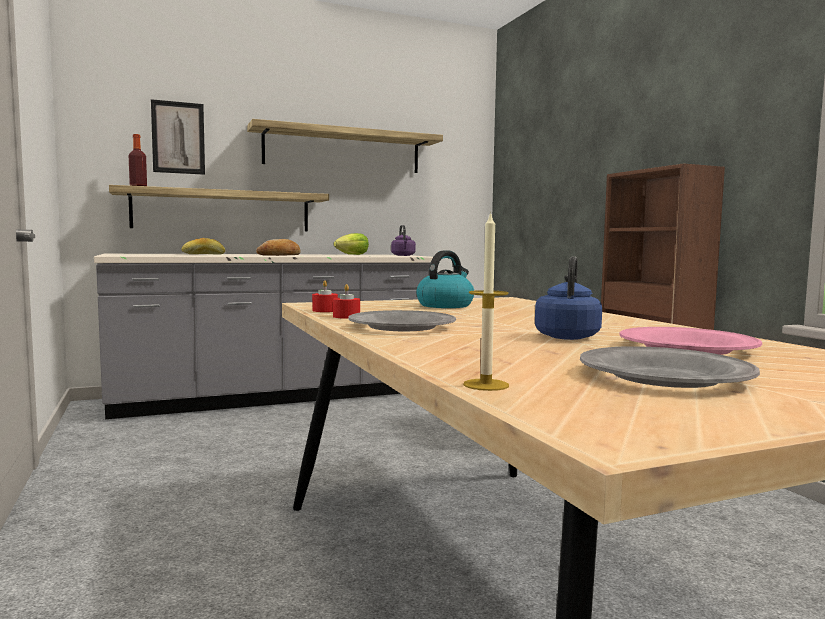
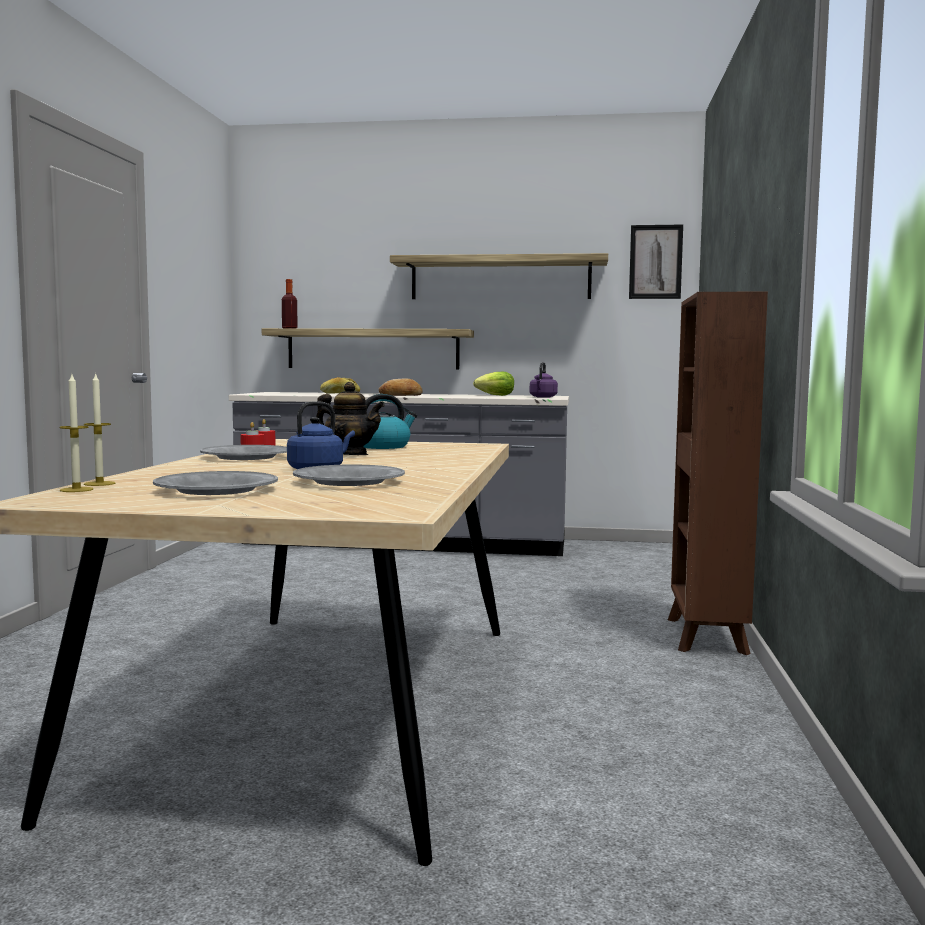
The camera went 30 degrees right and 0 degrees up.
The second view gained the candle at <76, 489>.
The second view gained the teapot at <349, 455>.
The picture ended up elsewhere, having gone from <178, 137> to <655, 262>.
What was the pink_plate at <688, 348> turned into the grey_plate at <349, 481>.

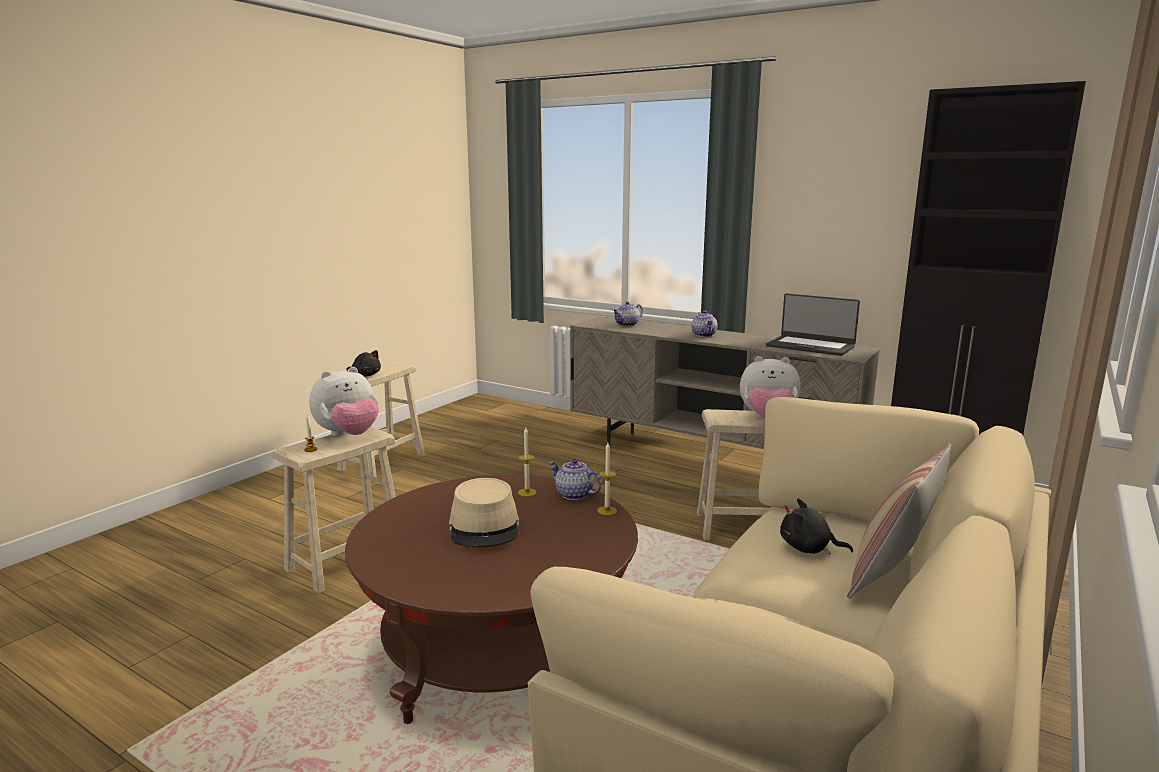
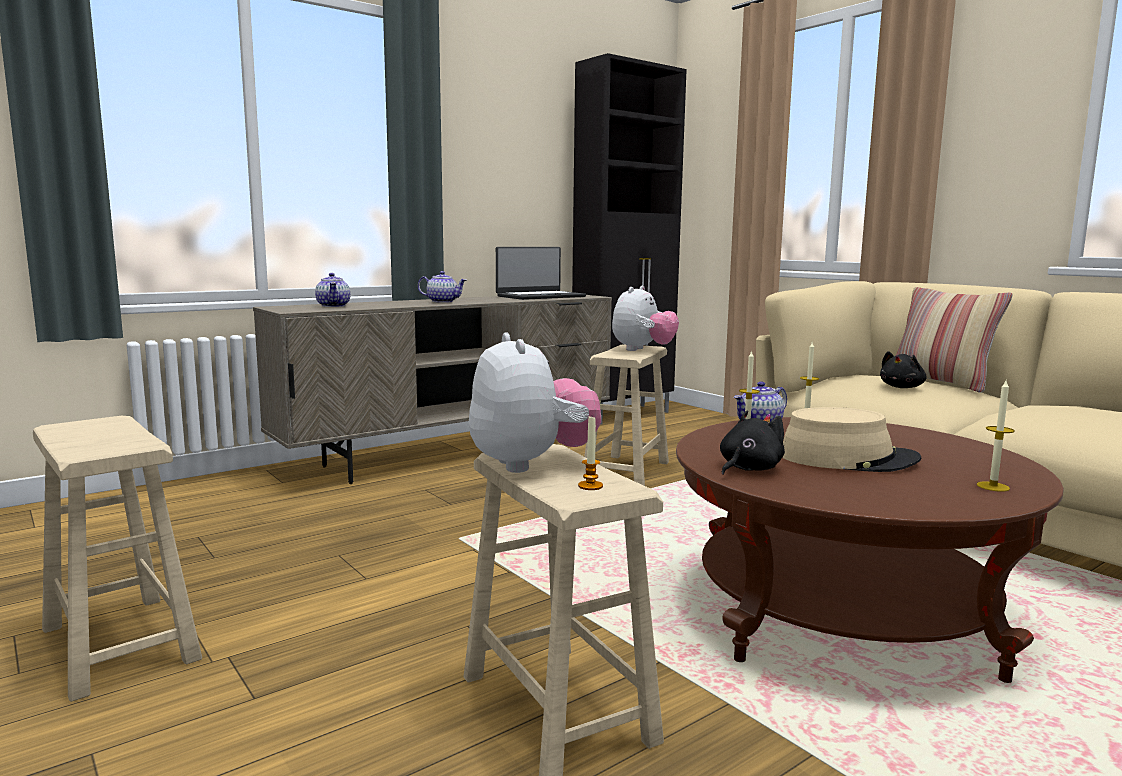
The camera went 70 degrees left and 5 degrees down.
The second view gained the candle at <993, 486>.
The black_plush_toy ended up elsewhere, having gone from <365, 375> to <748, 468>.

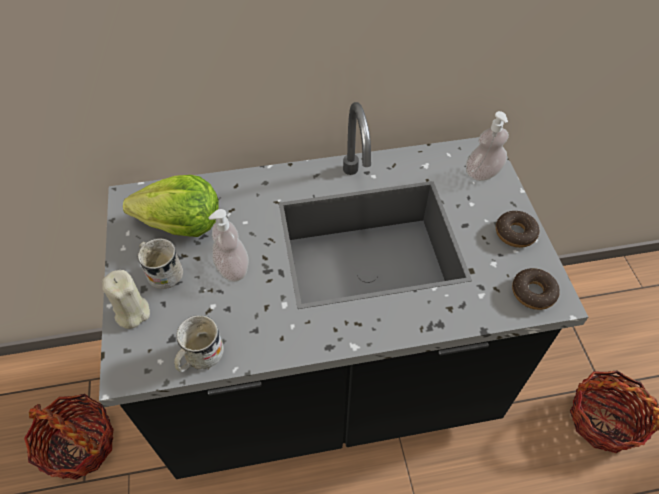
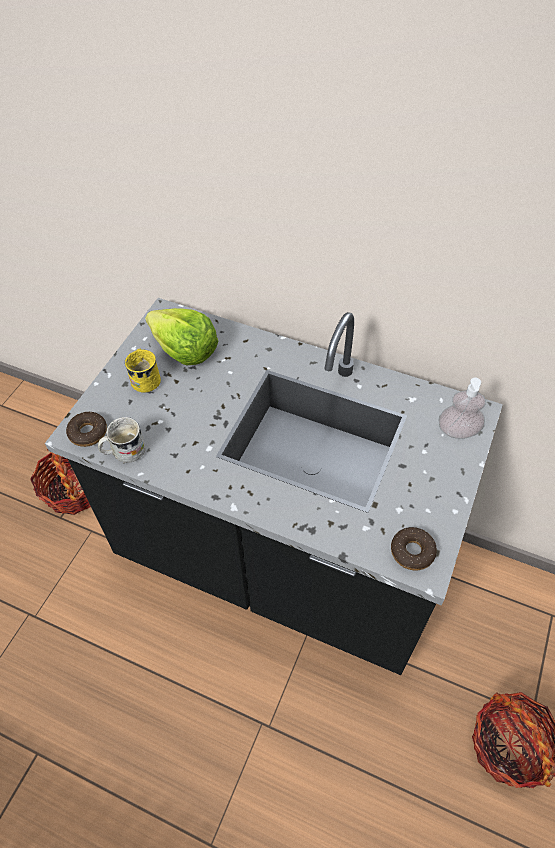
The camera went 35 degrees right and 0 degrees up.
The second view lost the beige_candle at <132, 312>.
The second view lost the soap_dispenser at <232, 268>.
The donut ended up elsewhere, having gone from <515, 233> to <88, 433>.
What was the white_mug at <162, 272> turned into the yellow_mug at <146, 378>.

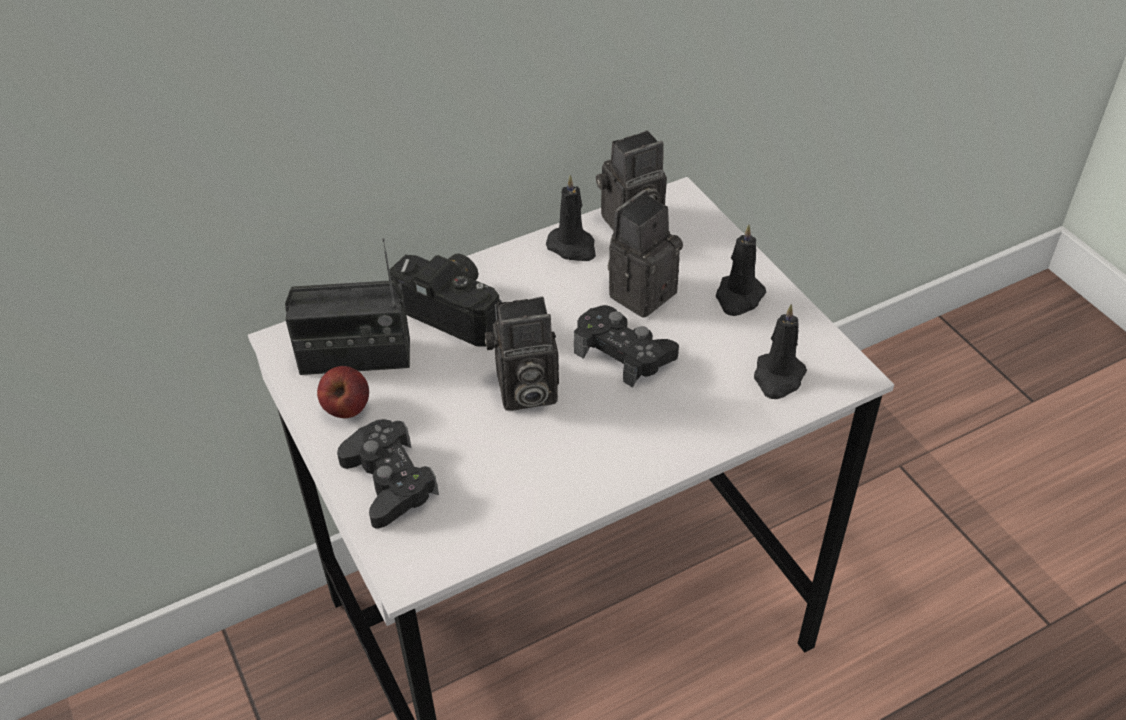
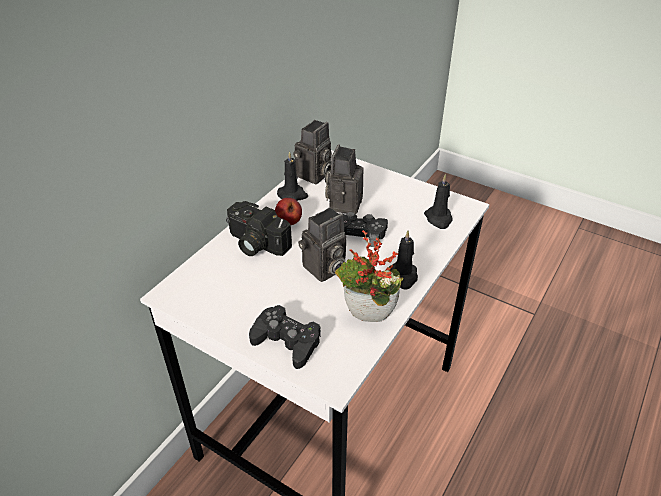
The camera went 30 degrees left and 5 degrees down.
The second view lost the radio at <355, 357>.
The second view gained the potted_plant at <366, 320>.
The apple ended up elsewhere, having gone from <346, 409> to <288, 222>.
The black_candle ended up elsewhere, having gone from <738, 297> to <403, 276>.
The photo_camera at <456, 310> ended up facing another way, 150 degrees counterclockwise from before.

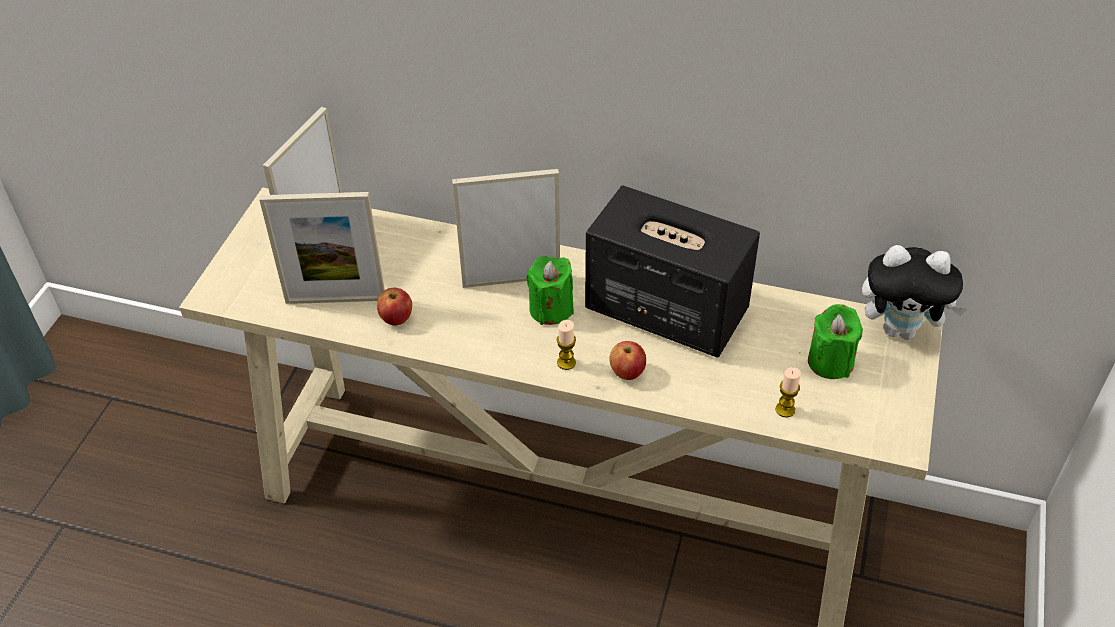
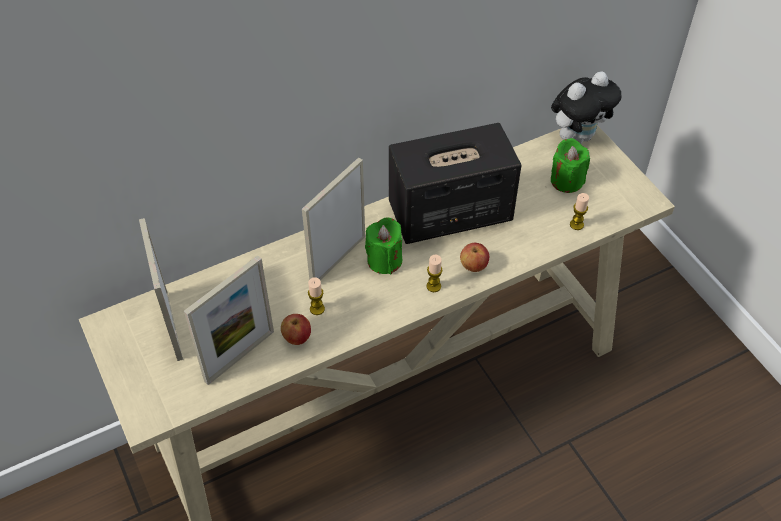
The camera went 45 degrees left and 5 degrees up.
The second view gained the candle at <317, 309>.

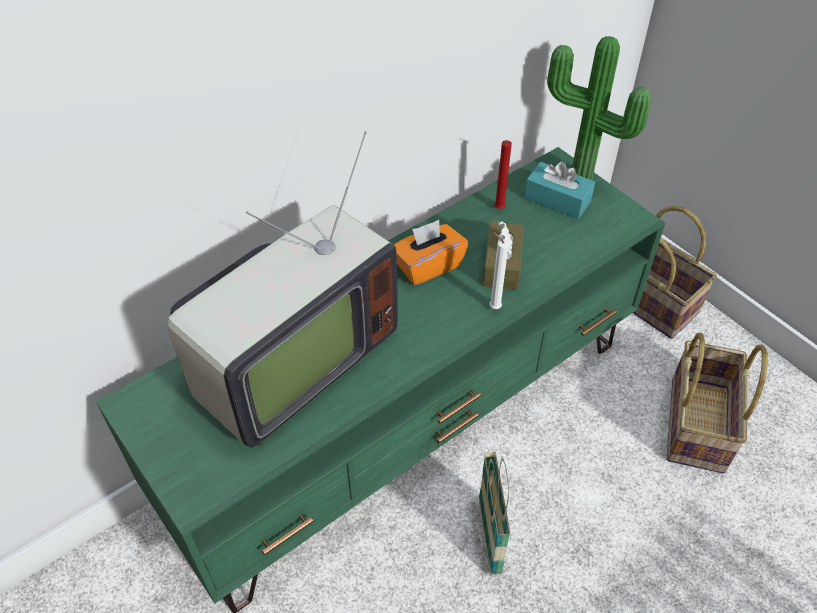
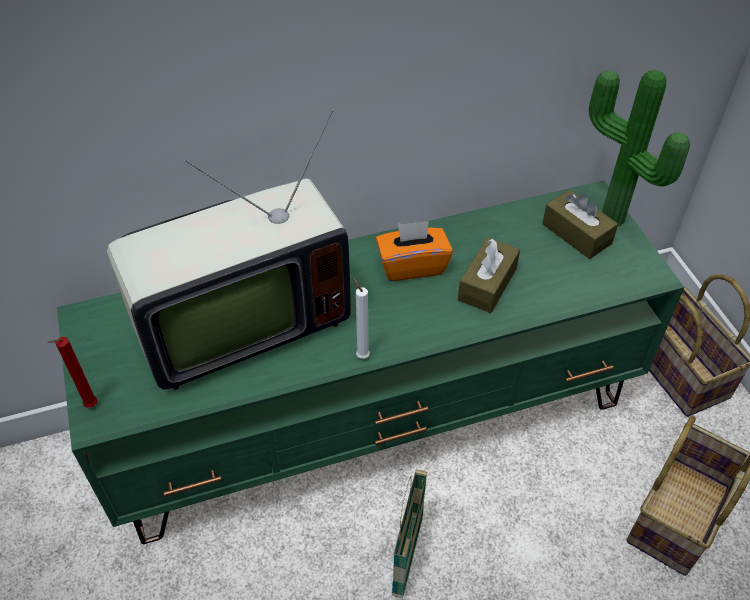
The camera went 20 degrees right and 0 degrees up.
The white_candle ended up elsewhere, having gone from <493, 307> to <361, 355>.
The red_candle ended up elsewhere, having gone from <498, 209> to <89, 406>.
What was the turquoise_tissue_box at <557, 200> turned into the brown_tissue_box at <576, 234>.

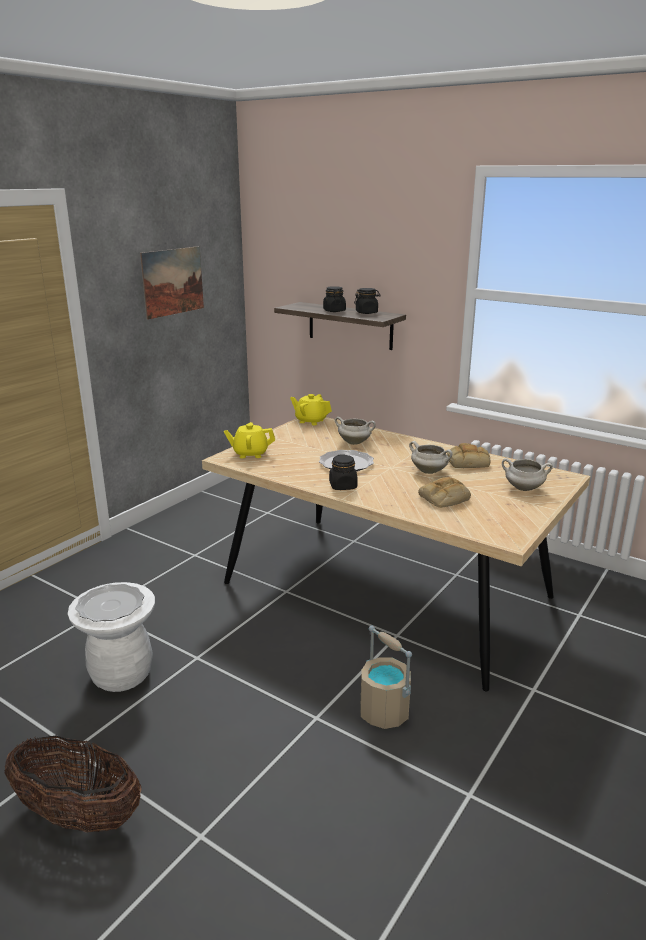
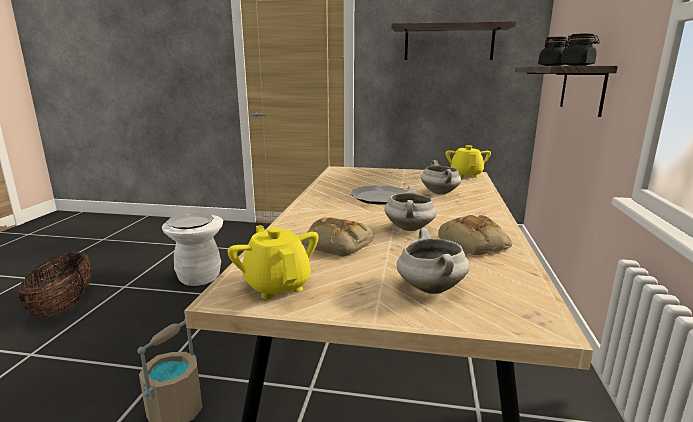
The camera went 65 degrees right and 5 degrees down.
The second view lost the black_jar at <343, 486>.
The yellow_teapot ended up elsewhere, having gone from <250, 454> to <277, 285>.
Where the picture hung at <173, 281>, the shelf came to hang at <449, 43>.

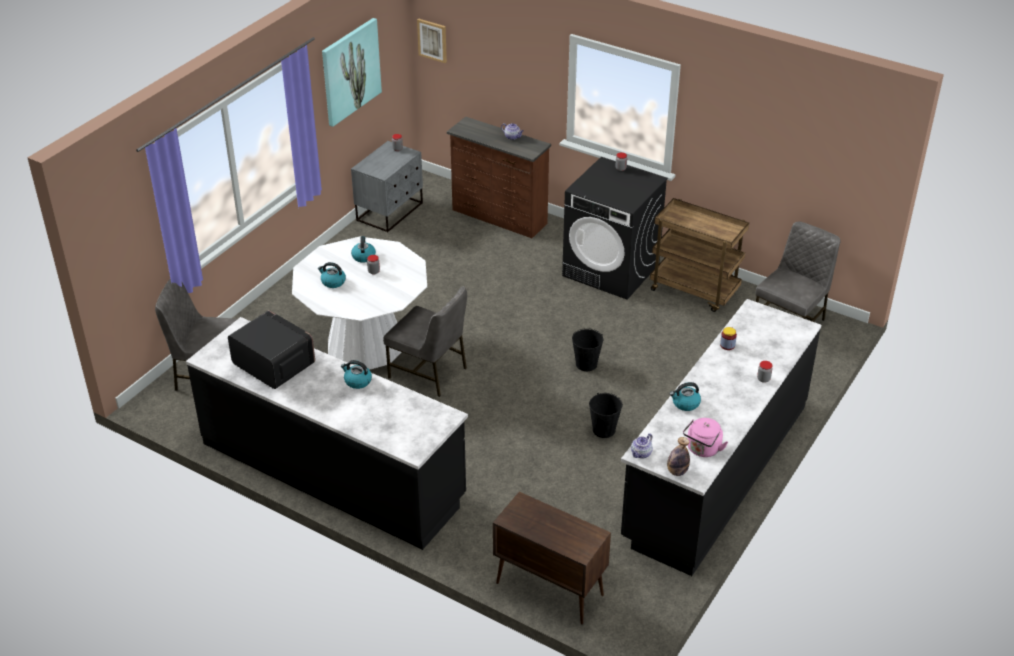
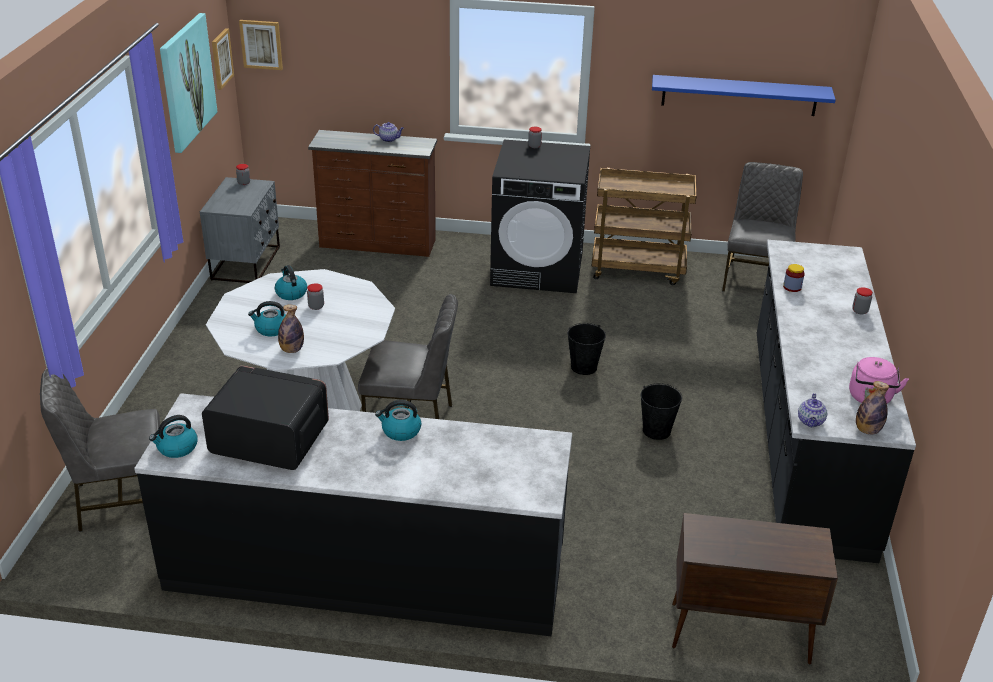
The camera went 25 degrees left and 5 degrees down.
The second view gained the picture at <221, 58>.
The second view gained the bottle at <292, 350>.
The second view gained the blue_shelf at <739, 95>.
The kettle ended up elsewhere, having gone from <685, 403> to <177, 448>.

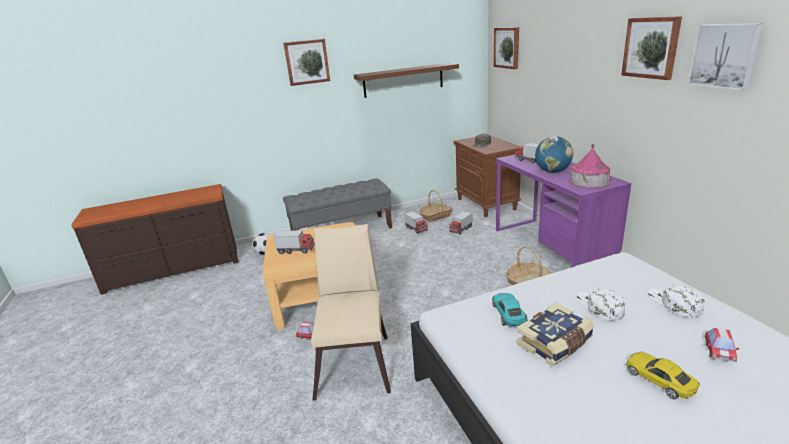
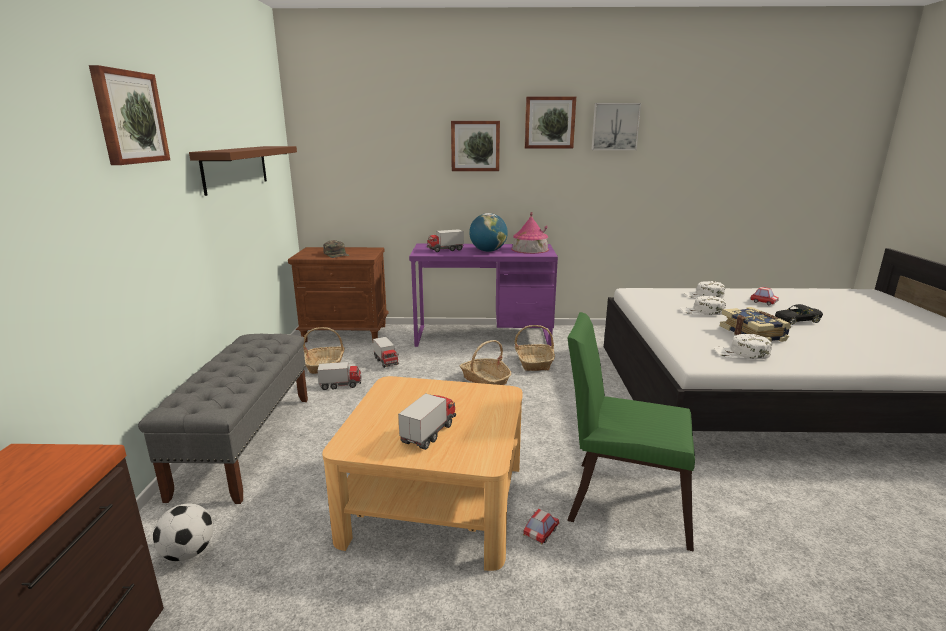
The camera went 70 degrees left and 5 degrees down.
The second view lost the turquoise_toy_car at <508, 314>.
The second view gained the basket at <485, 380>.
The second view gained the white_cap at <741, 353>.
The picture ended up elsewhere, having gone from <507, 47> to <475, 146>.
What was the beige_chair at <355, 361> turned into the green_chair at <621, 499>.
What was the yellow_toy_car at <659, 380> turned into the black_toy_car at <797, 320>.

